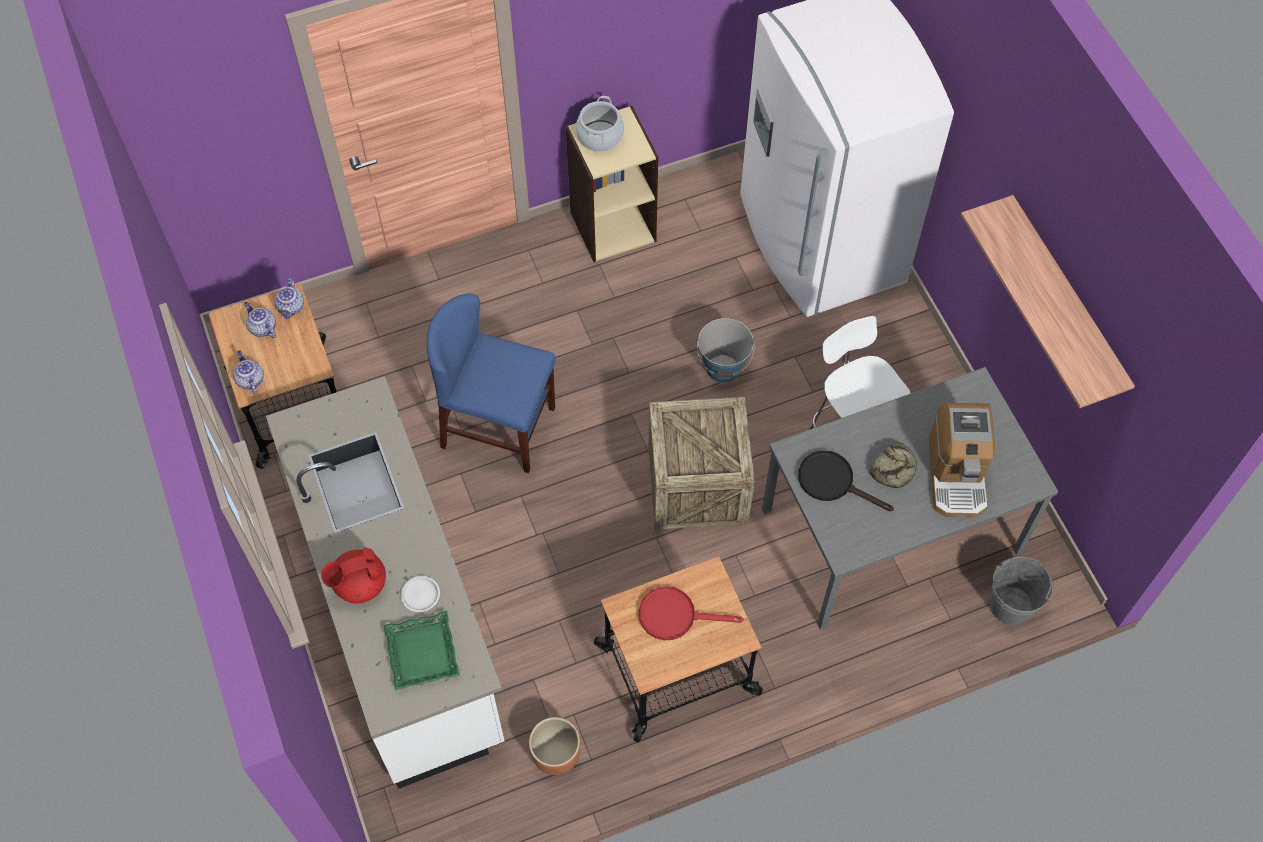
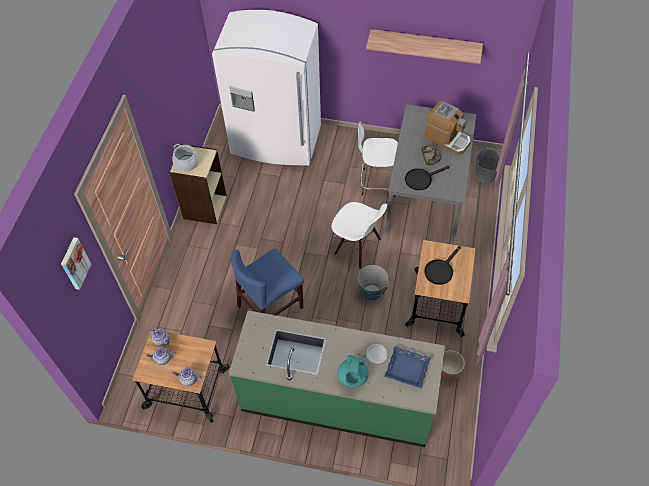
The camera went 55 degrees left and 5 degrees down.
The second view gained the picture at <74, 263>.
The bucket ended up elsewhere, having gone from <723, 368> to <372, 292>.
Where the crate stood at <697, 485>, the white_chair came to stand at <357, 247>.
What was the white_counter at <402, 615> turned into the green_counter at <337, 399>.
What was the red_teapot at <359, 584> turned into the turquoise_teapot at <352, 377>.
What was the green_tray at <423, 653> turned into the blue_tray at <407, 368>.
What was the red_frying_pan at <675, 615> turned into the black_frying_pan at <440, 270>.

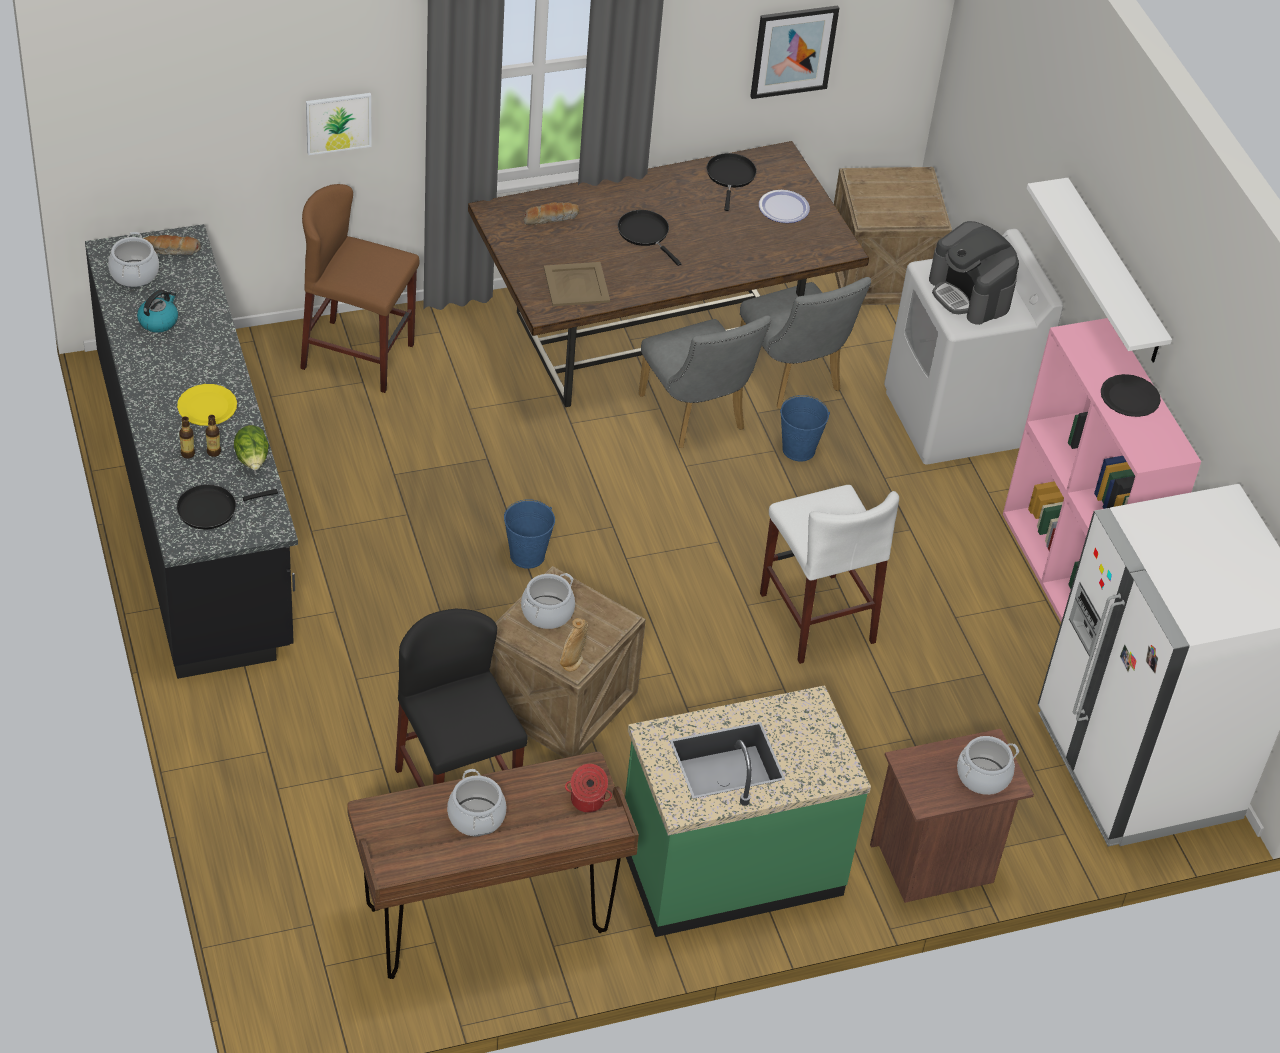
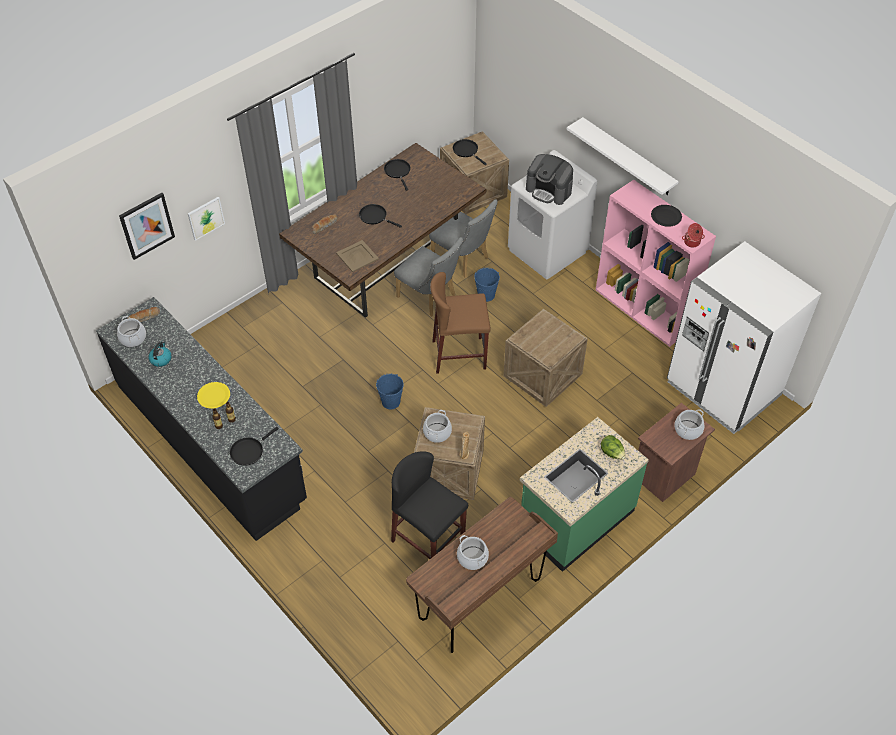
The camera went 20 degrees left and 5 degrees up.
The second view lost the plate at <783, 208>.
The second view gained the black_frying_pan at <466, 151>.
The lettuce ended up elsewhere, having gone from <252, 460> to <612, 453>.
The brown_stool ended up elsewhere, having gone from <358, 356> to <459, 355>.
The cooking_pot ended up elsewhere, having gone from <587, 801> to <692, 242>.
The picture ended up elsewhere, having gone from <793, 51> to <147, 225>.
Where the white_stool stood at <816, 617>, the crate came to stand at <542, 376>.

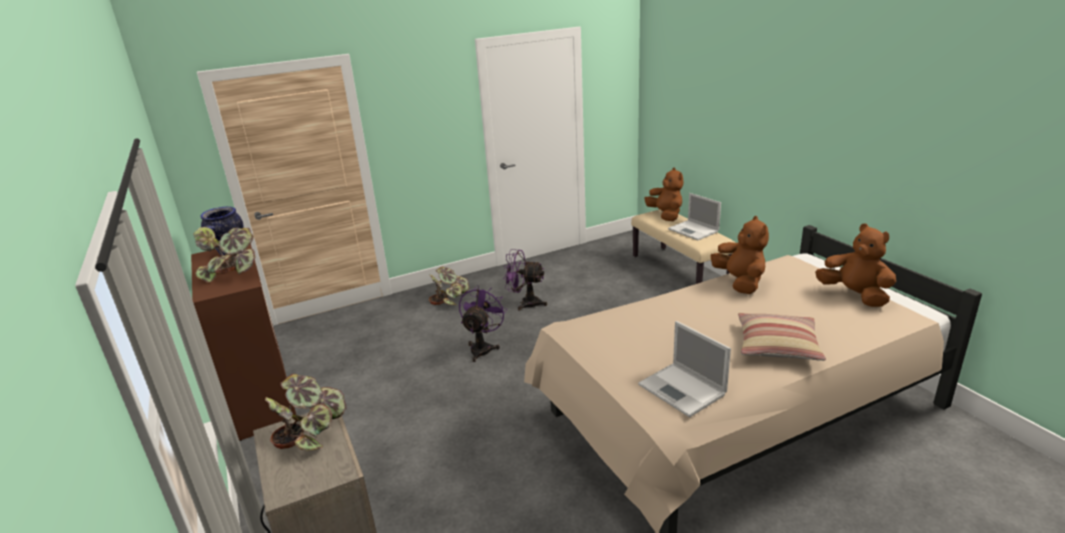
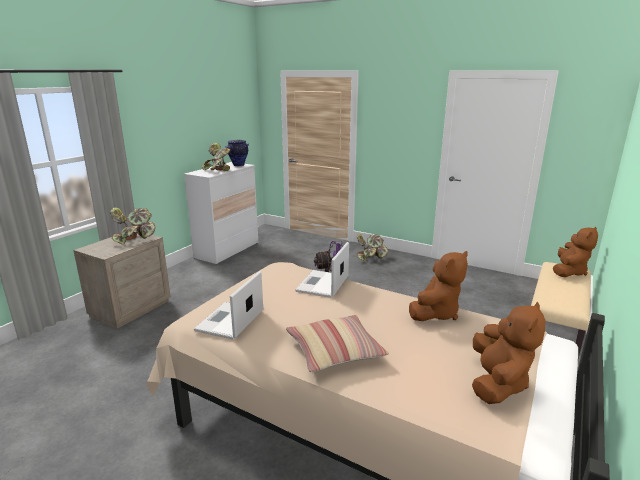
The camera went 55 degrees right and 5 degrees down.
The second view lost the purple_fan at <525, 303>.
The laptop ended up elsewhere, having gone from <694, 230> to <322, 284>.
What was the brown_dresser at <263, 399> turned into the white_dresser at <227, 250>.

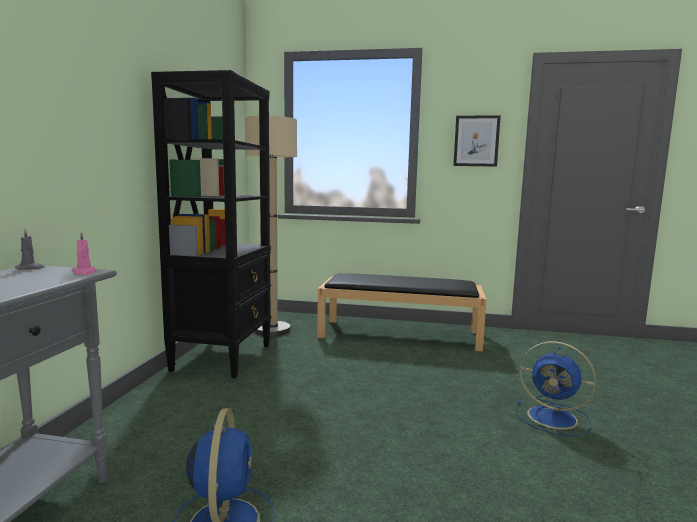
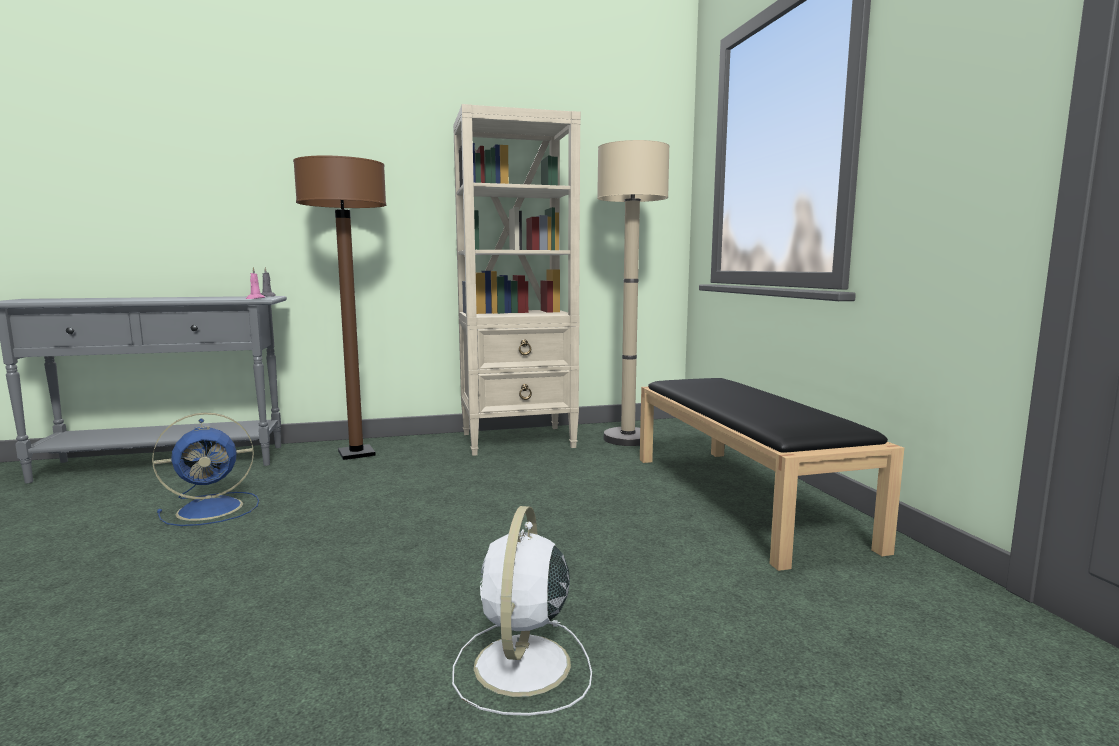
The camera went 65 degrees right and 0 degrees up.
The second view lost the picture at <476, 141>.
The second view gained the brown_floor_lamp at <356, 454>.
What was the black_bookcase at <223, 357> turned into the beige_bookcase at <519, 440>.
What was the blue_fan at <554, 418> turned into the white_fan at <521, 667>.

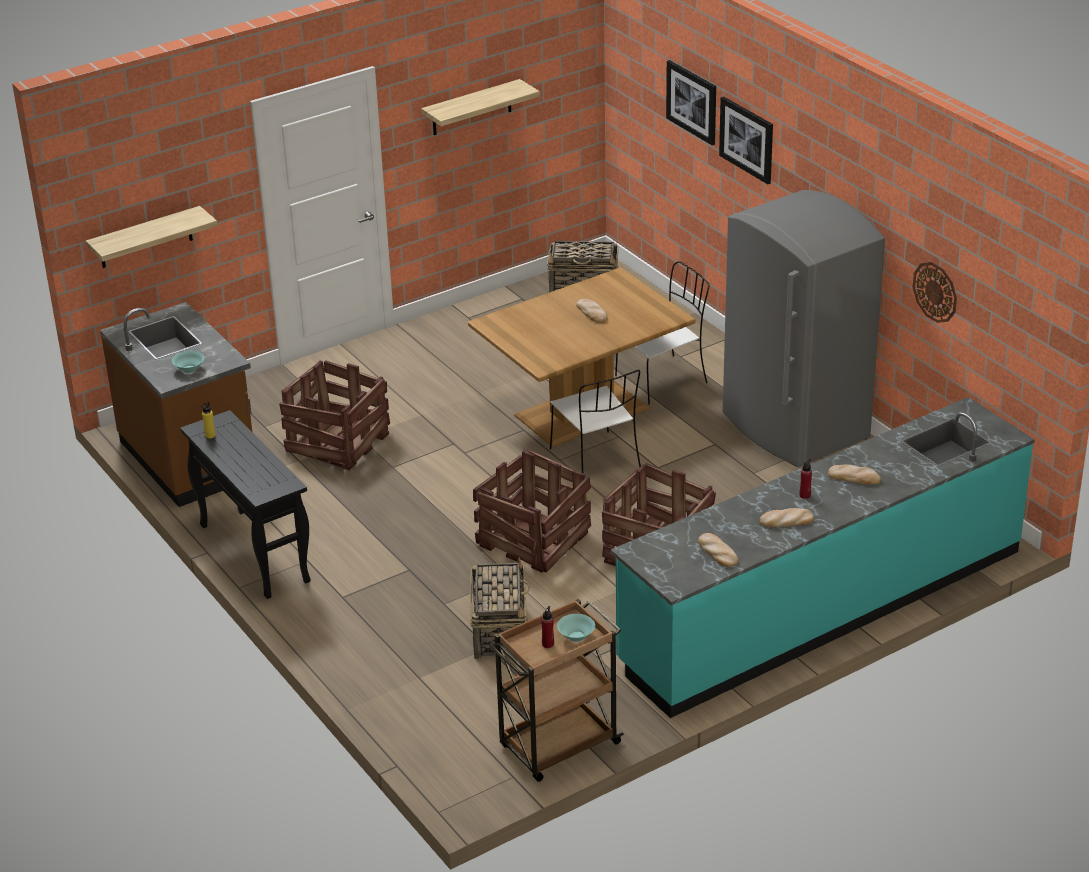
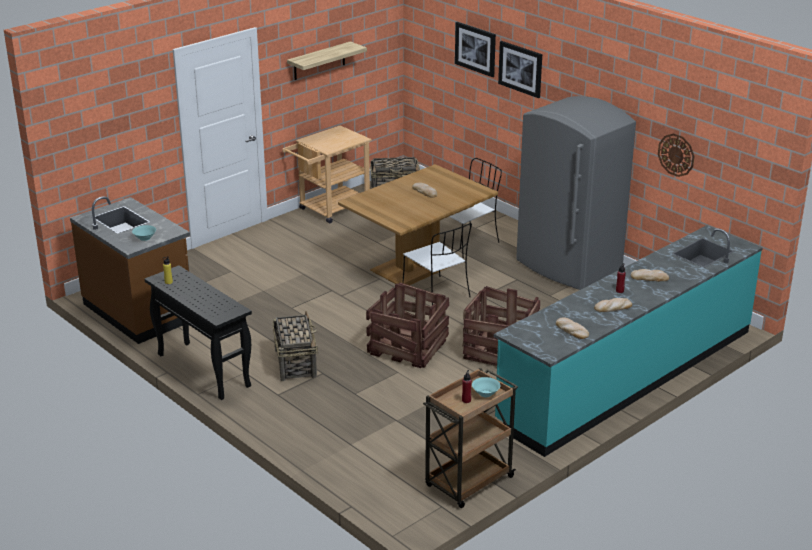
The camera went 10 degrees left and 5 degrees down.
The second view lost the shelf at <145, 238>.
The second view lost the crate at <339, 441>.
The second view gained the beige_cart at <329, 210>.
The basket ended up elsewhere, having gone from <500, 631> to <295, 363>.

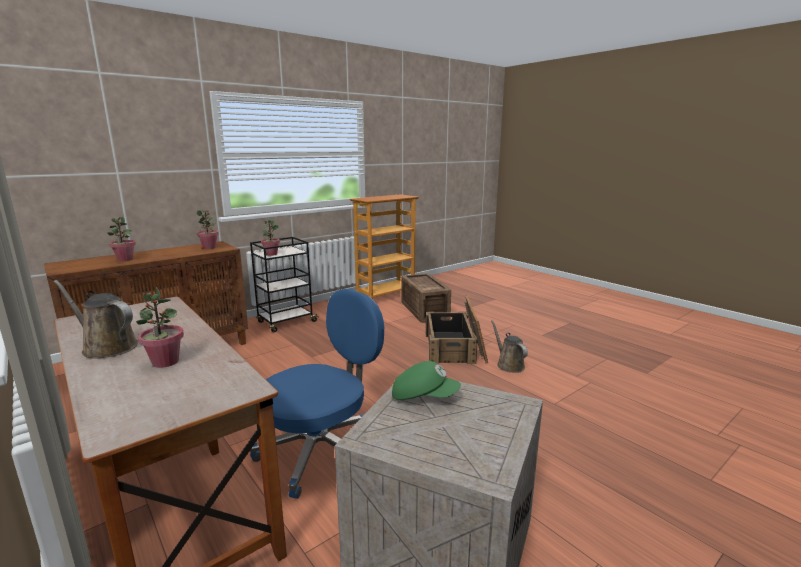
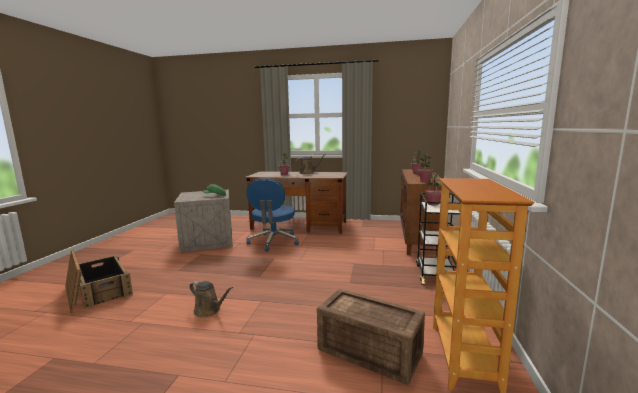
The camera went 140 degrees right and 5 degrees down.
The crate ended up elsewhere, having gone from <455, 347> to <97, 290>.

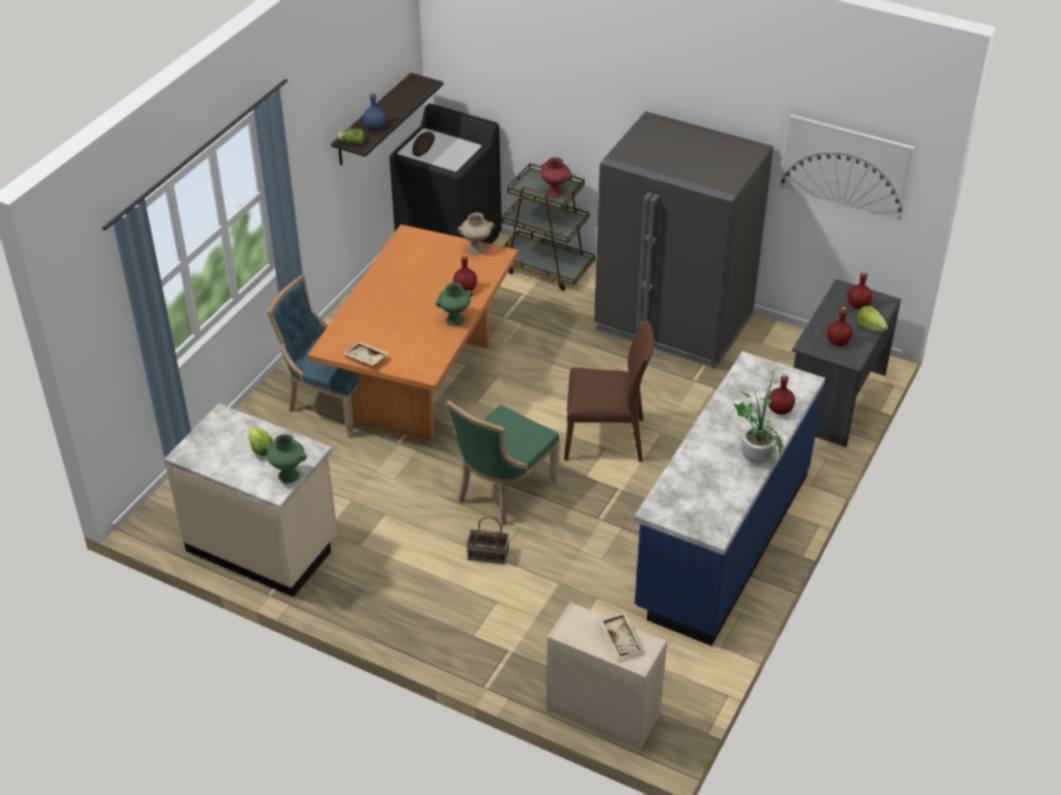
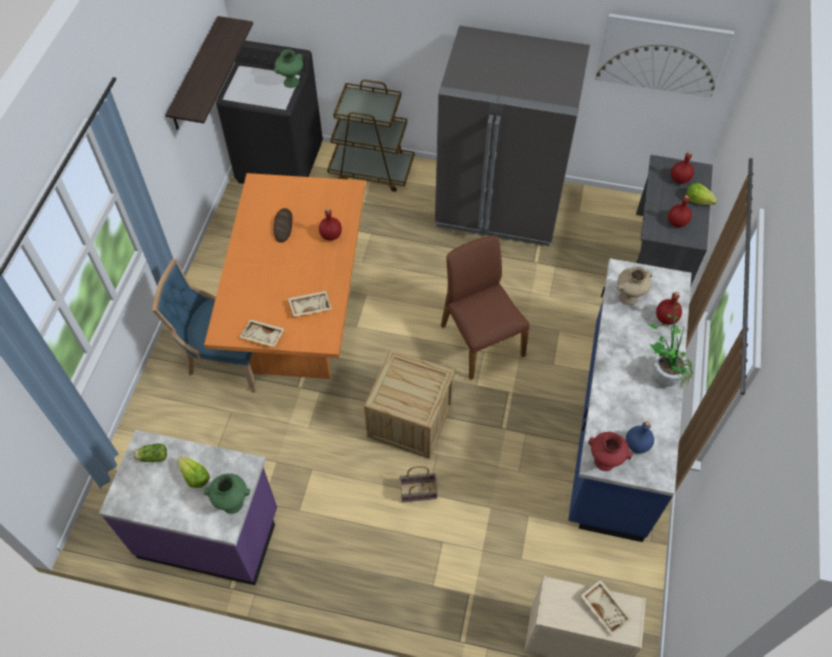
The camera went 15 degrees left and 15 degrees up.
The second view gained the beige_tray at <310, 306>.
The lettuce ended up elsewhere, having gone from <351, 142> to <152, 457>.
The blue_bottle ended up elsewhere, having gone from <375, 128> to <637, 445>.
The bread ended up elsewhere, having gone from <423, 146> to <283, 226>.
The green_vase ended up elsewhere, having gone from <454, 321> to <291, 83>.
The beige_vase ended up elsewhere, having gone from <476, 250> to <628, 298>.
The red_vase ended up elsewhere, having gone from <554, 193> to <603, 462>.
Where the green_chair stood at <503, 492>, the crate came to stand at <410, 420>.
What was the beige_counter at <263, 545> turned into the purple_counter at <209, 533>.
The brown_chair at <605, 438> ended up facing another way, 105 degrees counterclockwise from before.

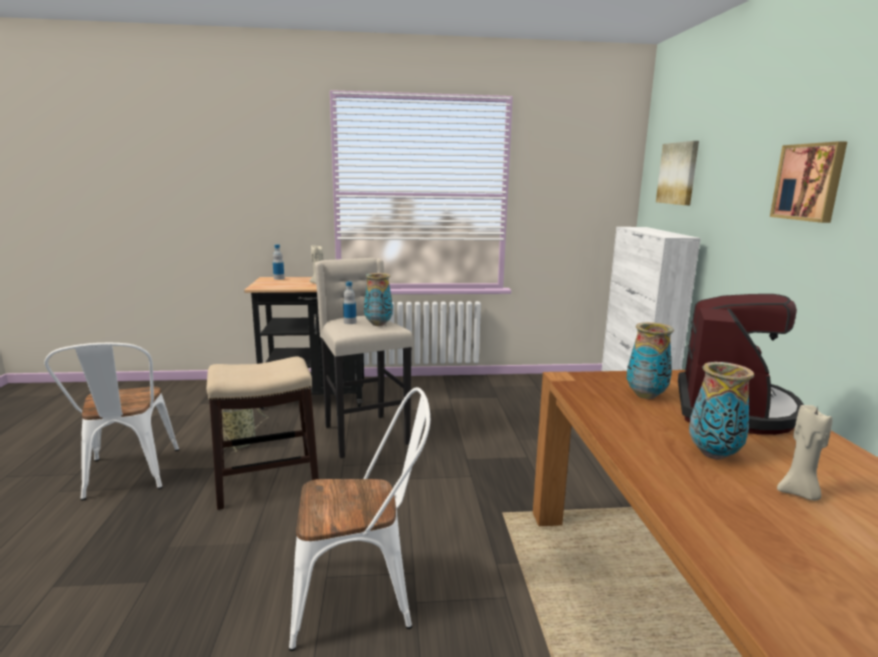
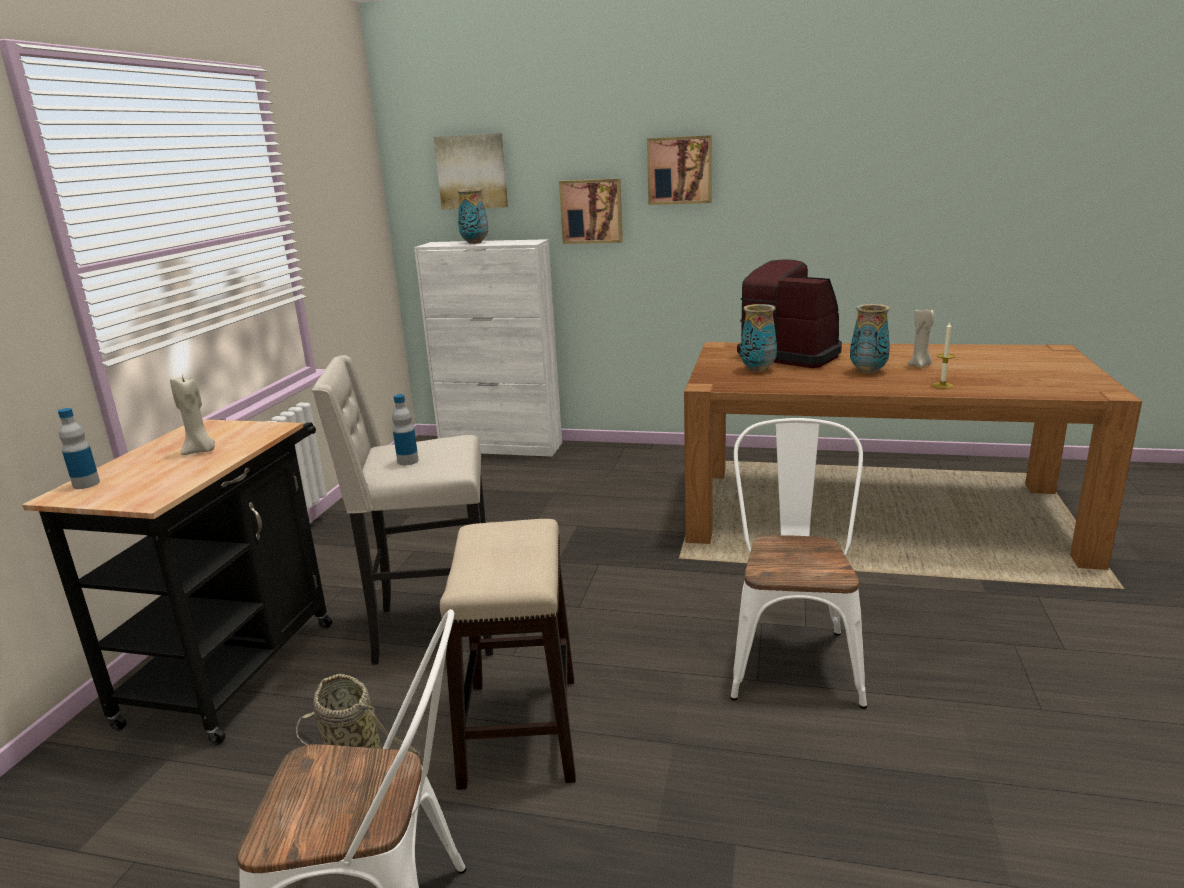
The camera went 70 degrees left and 5 degrees up.
The second view gained the picture at <591, 211>.
The second view gained the candle at <942, 385>.
The vase ended up elsewhere, having gone from <378, 324> to <475, 243>.

